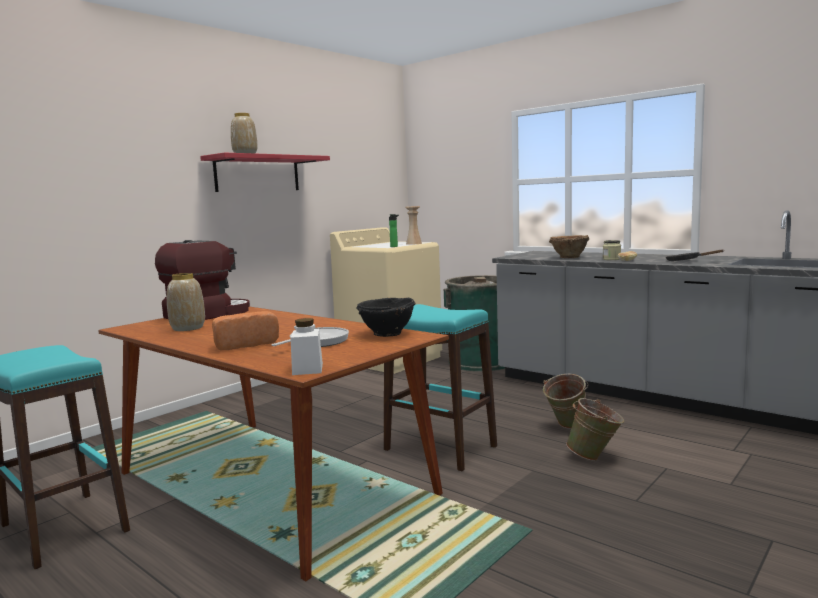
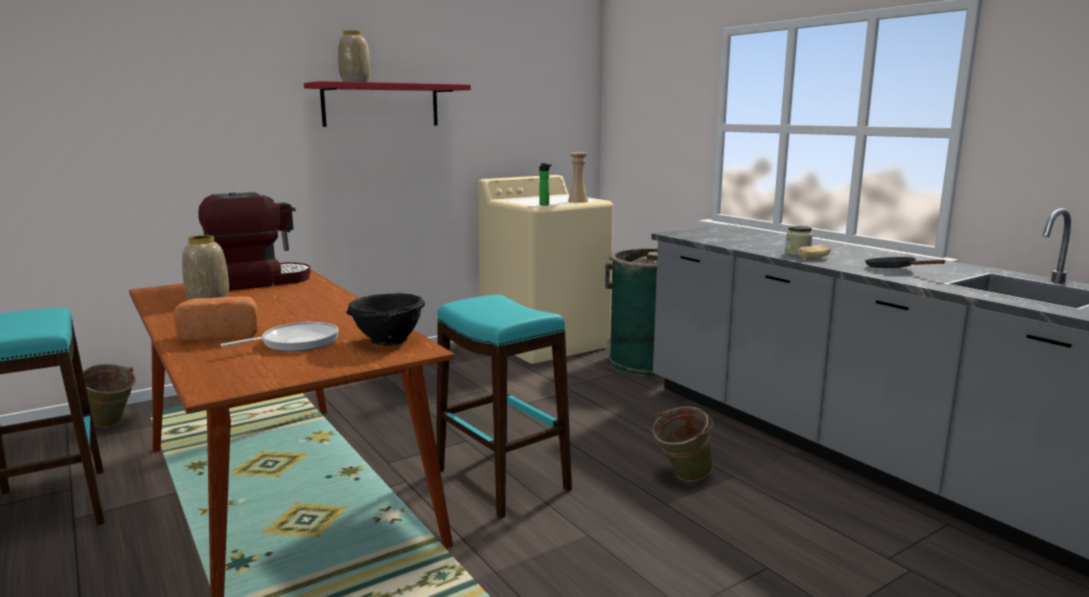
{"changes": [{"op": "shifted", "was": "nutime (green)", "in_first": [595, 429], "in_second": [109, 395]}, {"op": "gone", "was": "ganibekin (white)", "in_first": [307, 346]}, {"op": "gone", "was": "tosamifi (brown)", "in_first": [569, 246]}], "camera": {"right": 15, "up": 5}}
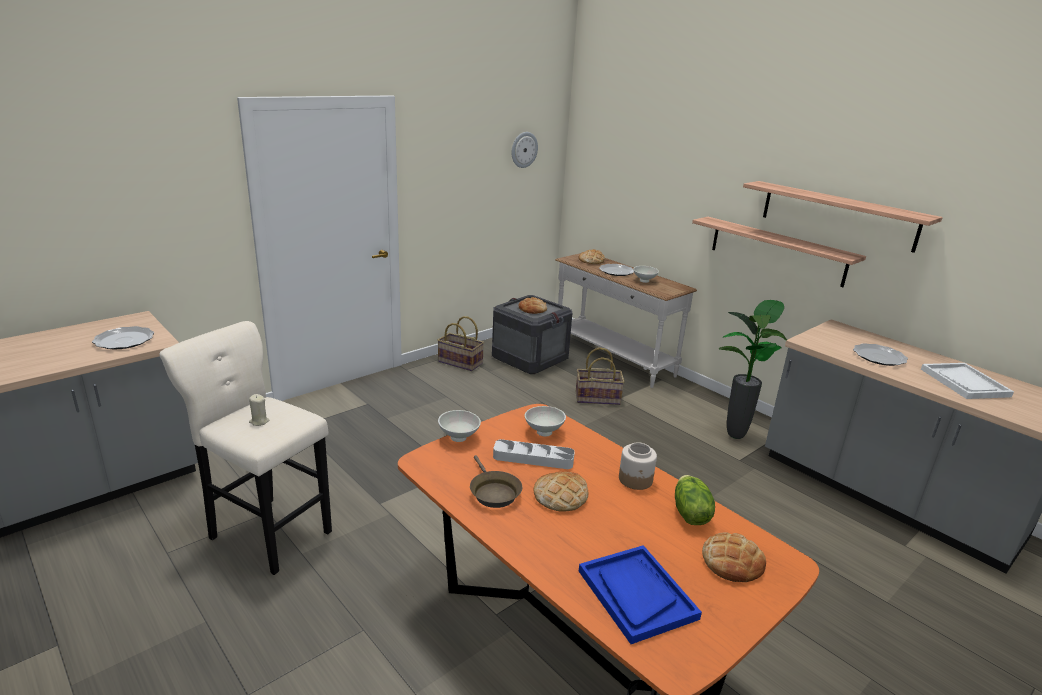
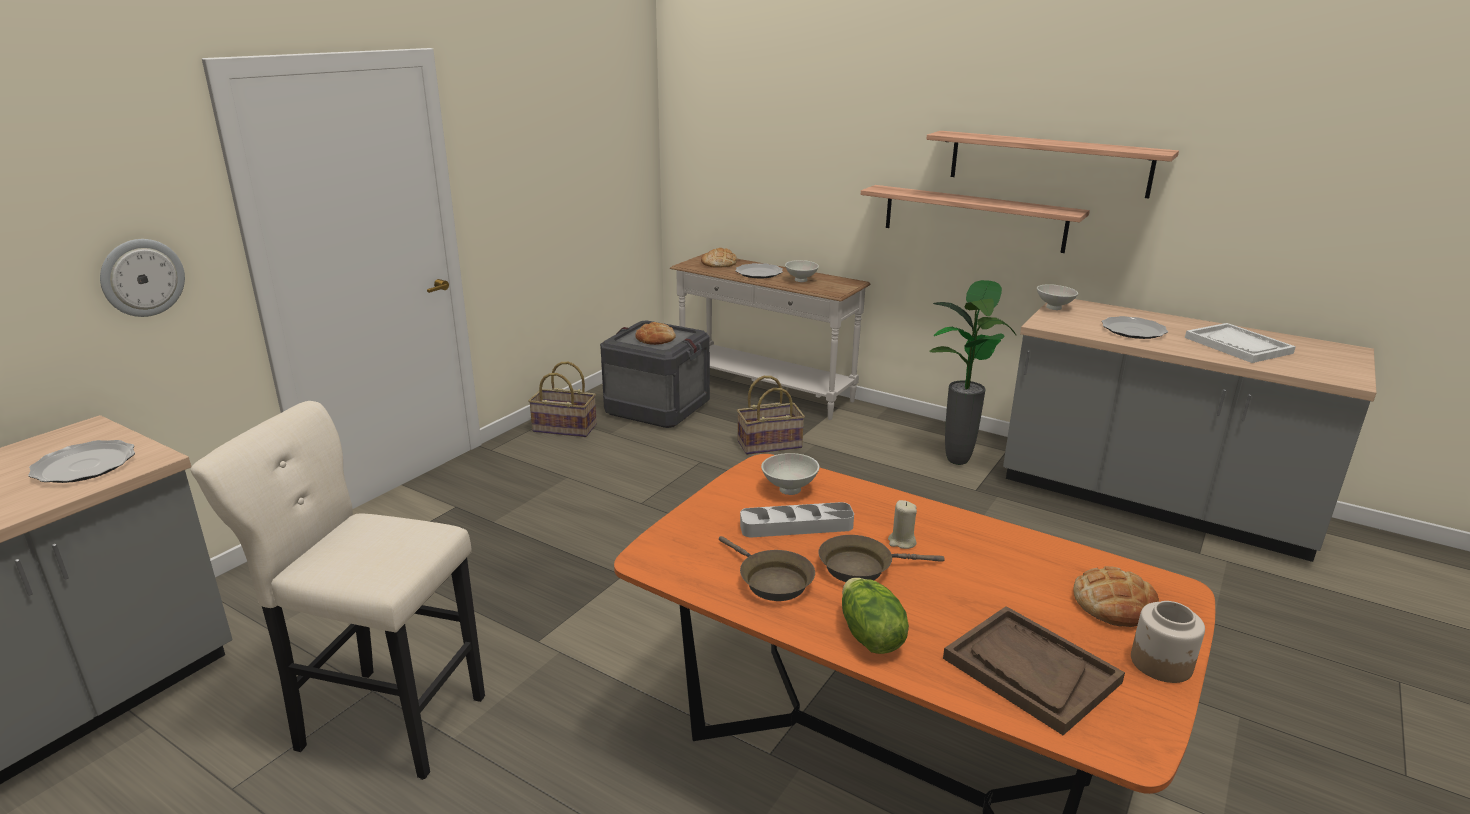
{"changes": [{"op": "shifted", "was": "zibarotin", "in_first": [525, 150], "in_second": [142, 278]}, {"op": "swapped", "was": "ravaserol", "now": "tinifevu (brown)", "in_first": [561, 492], "in_second": [881, 558]}, {"op": "shifted", "was": "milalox", "in_first": [695, 500], "in_second": [875, 616]}, {"op": "shifted", "was": "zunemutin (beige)", "in_first": [259, 410], "in_second": [902, 524]}, {"op": "repainted", "was": "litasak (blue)", "now": "litasak (brown)", "in_first": [640, 594], "in_second": [1034, 670]}, {"op": "shifted", "was": "tosamifi (white)", "in_first": [459, 426], "in_second": [1057, 297]}, {"op": "shifted", "was": "ganibekin", "in_first": [638, 466], "in_second": [1168, 642]}], "camera": {"right": -15, "up": 0}}
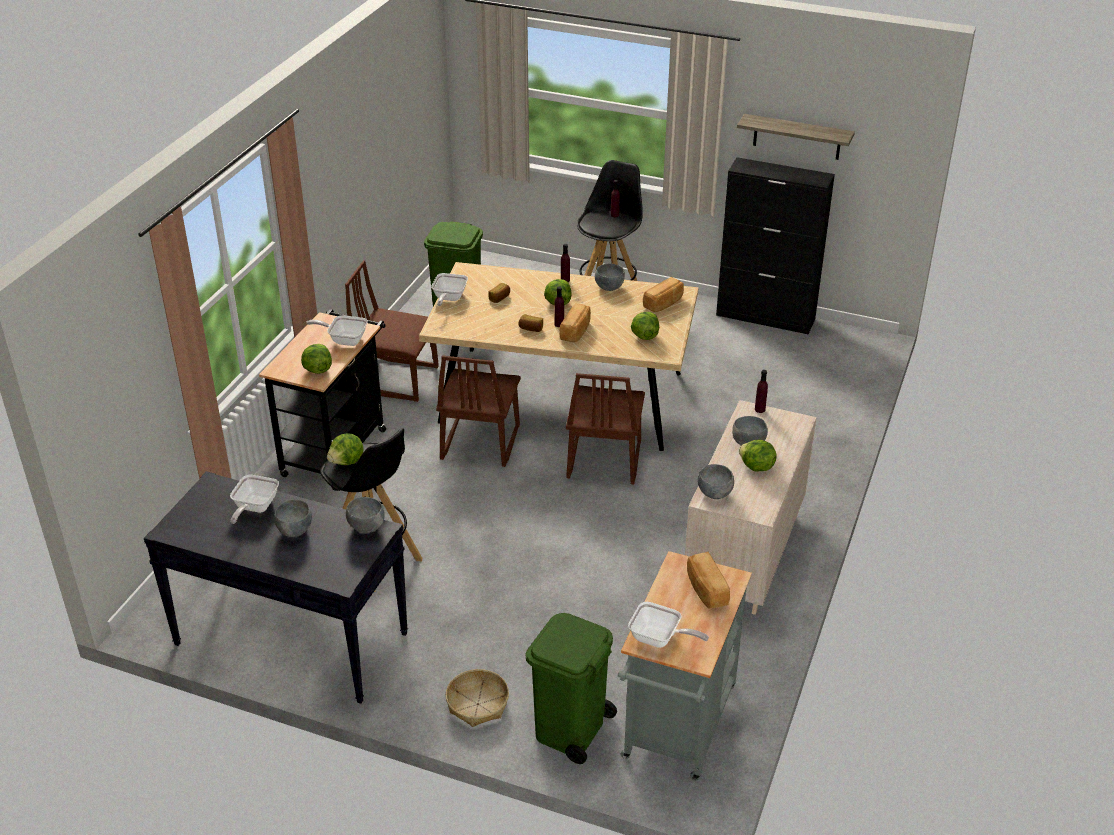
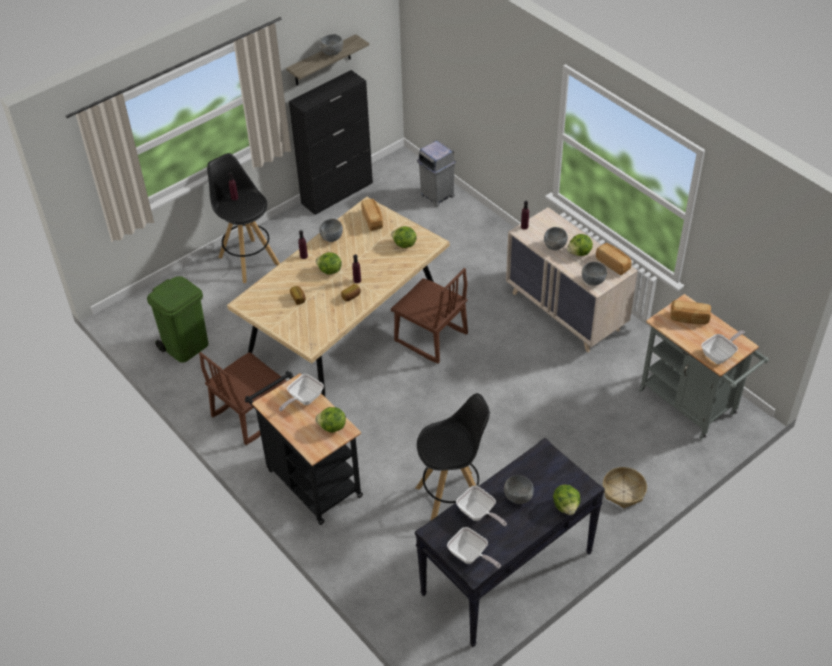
{"changes": [{"op": "shifted", "was": "tosamifi (grey)", "in_first": [365, 515], "in_second": [331, 45]}, {"op": "new", "now": "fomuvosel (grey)", "in_second": [436, 174]}, {"op": "shifted", "was": "tinifevu", "in_first": [449, 289], "in_second": [474, 547]}, {"op": "shifted", "was": "milalox", "in_first": [345, 449], "in_second": [566, 500]}, {"op": "shifted", "was": "ravaserol", "in_first": [575, 322], "in_second": [614, 259]}, {"op": "gone", "was": "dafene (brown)", "in_first": [478, 411]}, {"op": "gone", "was": "fomuvosel (green)", "in_first": [571, 688]}], "camera": {"right": -60, "up": 10}}
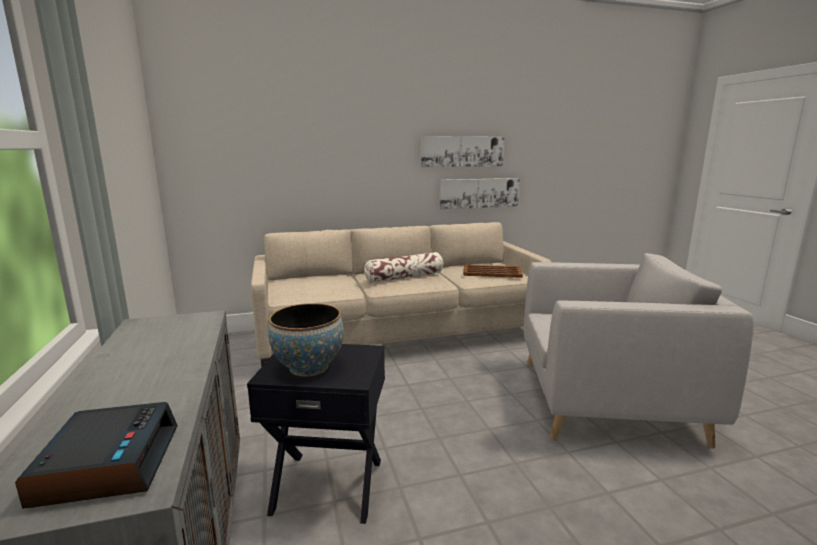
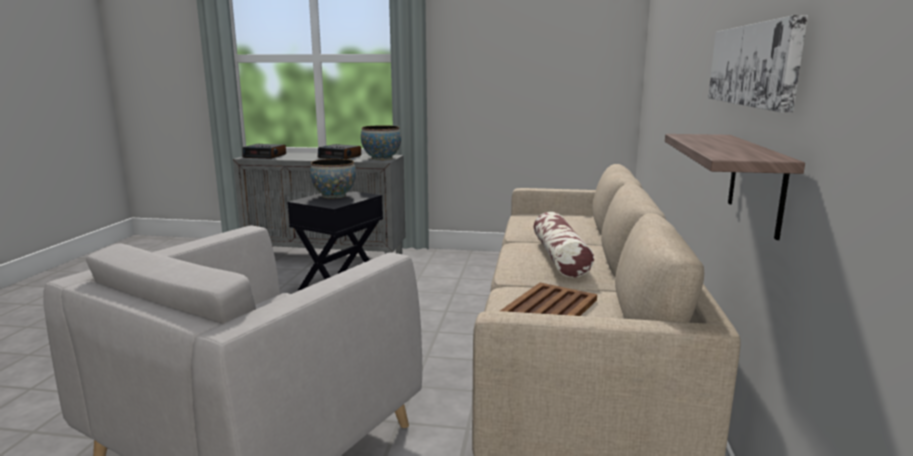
{"changes": [{"op": "new", "now": "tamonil", "in_second": [339, 151]}, {"op": "new", "now": "tosamifi", "in_second": [381, 142]}, {"op": "swapped", "was": "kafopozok", "now": "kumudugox", "in_first": [479, 193], "in_second": [735, 187]}], "camera": {"right": 115, "up": 0}}
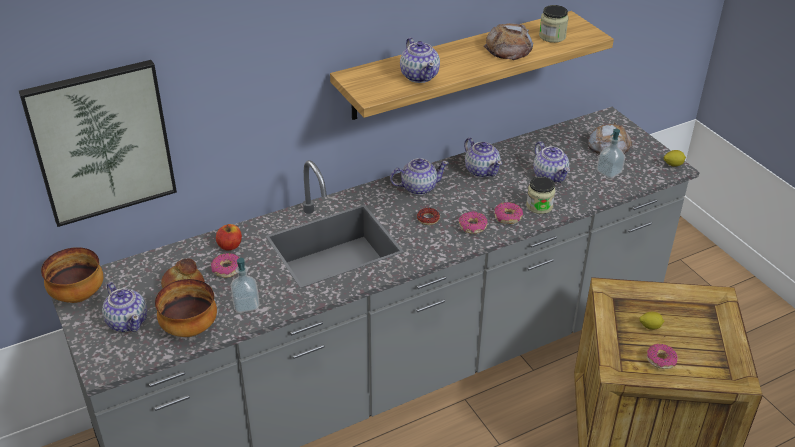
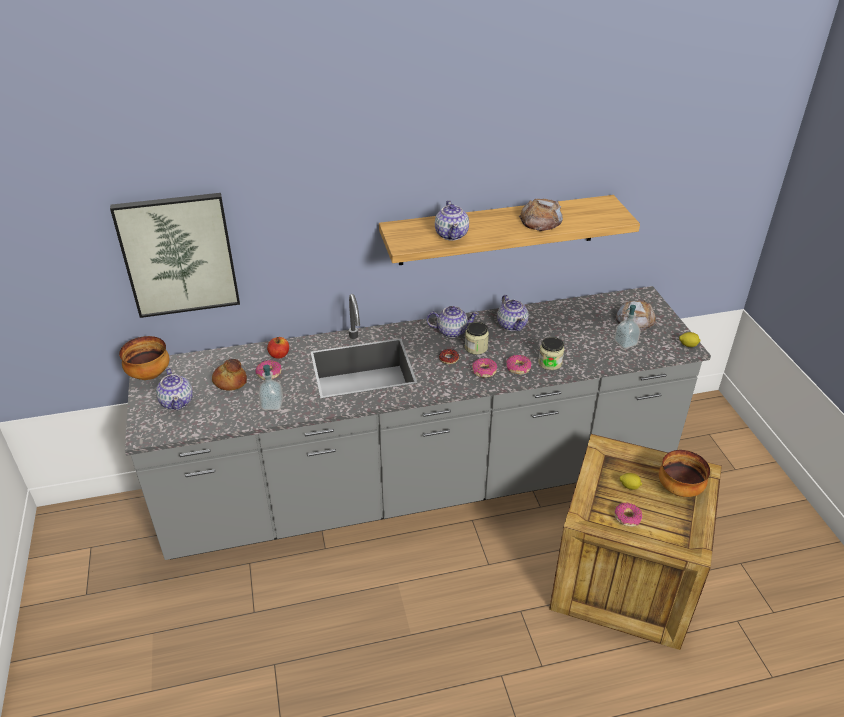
{"changes": [{"op": "shifted", "was": "ganibekin", "in_first": [554, 24], "in_second": [477, 338]}, {"op": "shifted", "was": "tosamifi", "in_first": [186, 308], "in_second": [684, 473]}, {"op": "gone", "was": "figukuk", "in_first": [551, 162]}], "camera": {"right": 15, "up": 0}}
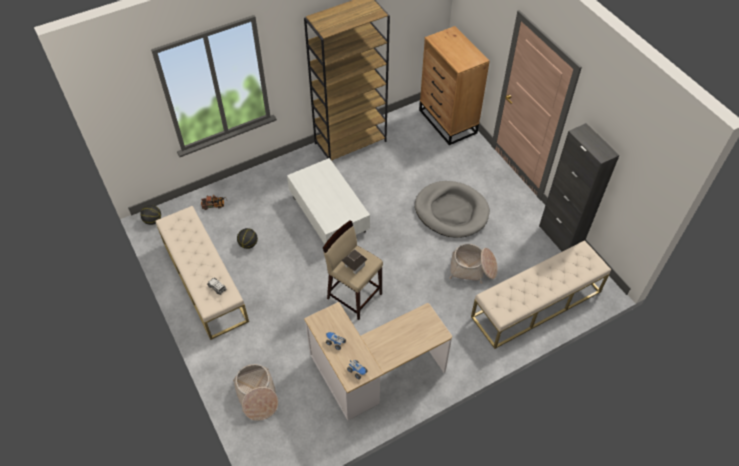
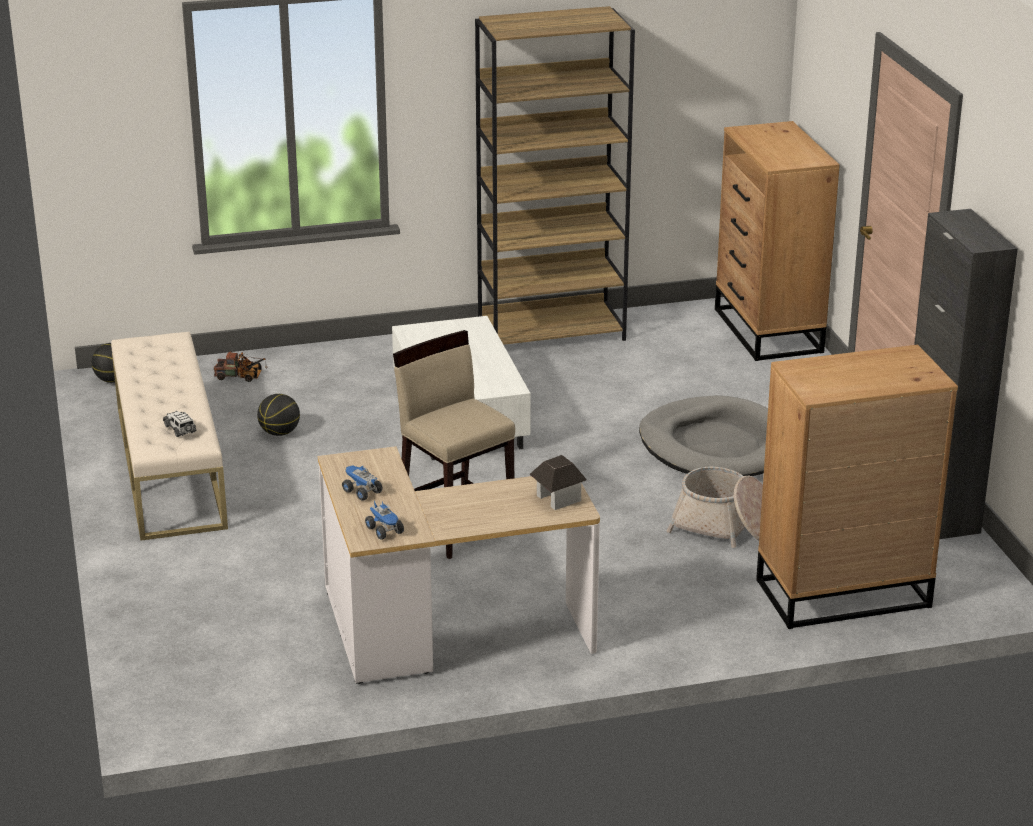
{"changes": [{"op": "shifted", "was": "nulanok", "in_first": [354, 261], "in_second": [558, 482]}, {"op": "swapped", "was": "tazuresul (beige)", "now": "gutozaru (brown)", "in_first": [541, 294], "in_second": [857, 487]}, {"op": "gone", "was": "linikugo", "in_first": [255, 392]}], "camera": {"right": 15, "up": -25}}
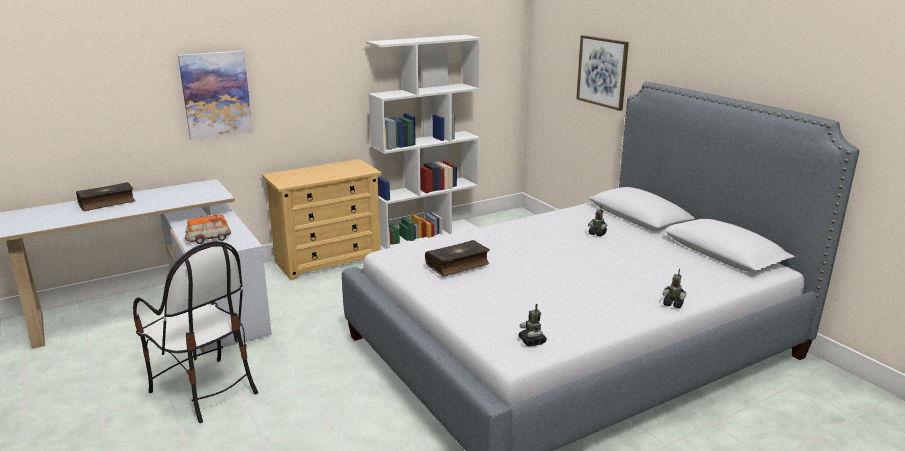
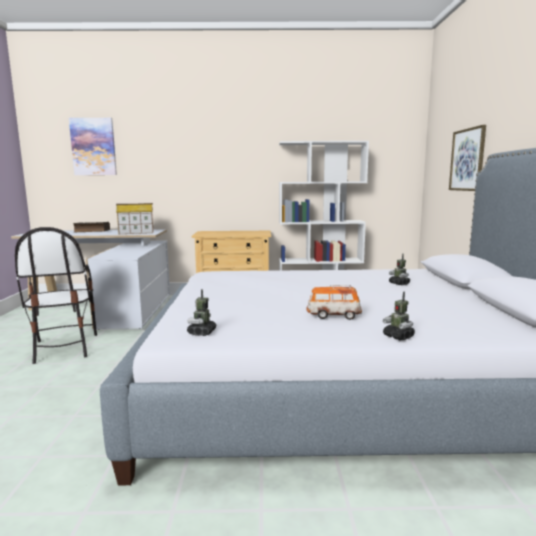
{"changes": [{"op": "shifted", "was": "kafopozok", "in_first": [215, 95], "in_second": [93, 146]}, {"op": "new", "now": "nulanok", "in_second": [134, 218]}, {"op": "shifted", "was": "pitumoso", "in_first": [208, 228], "in_second": [334, 302]}, {"op": "gone", "was": "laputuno", "in_first": [457, 258]}], "camera": {"right": 30, "up": -10}}
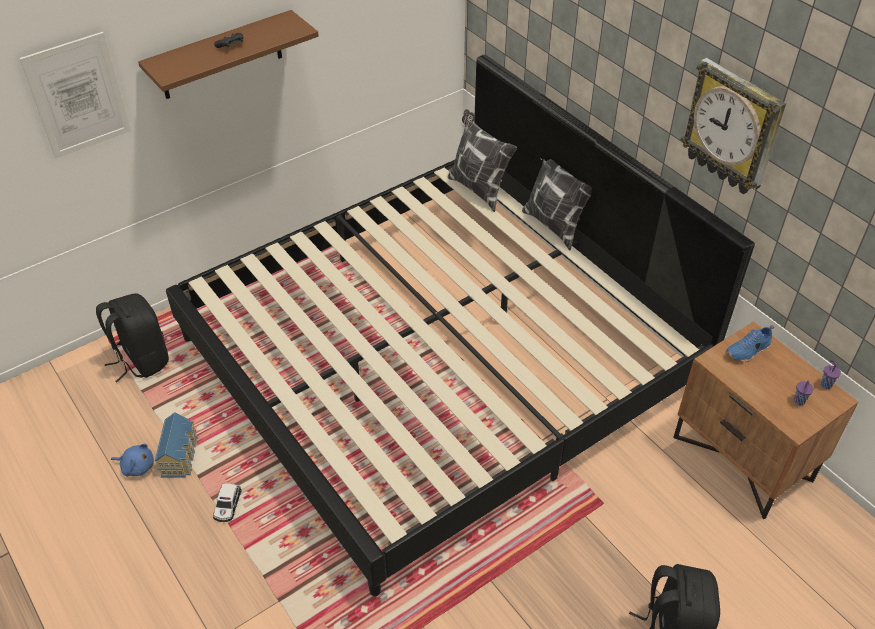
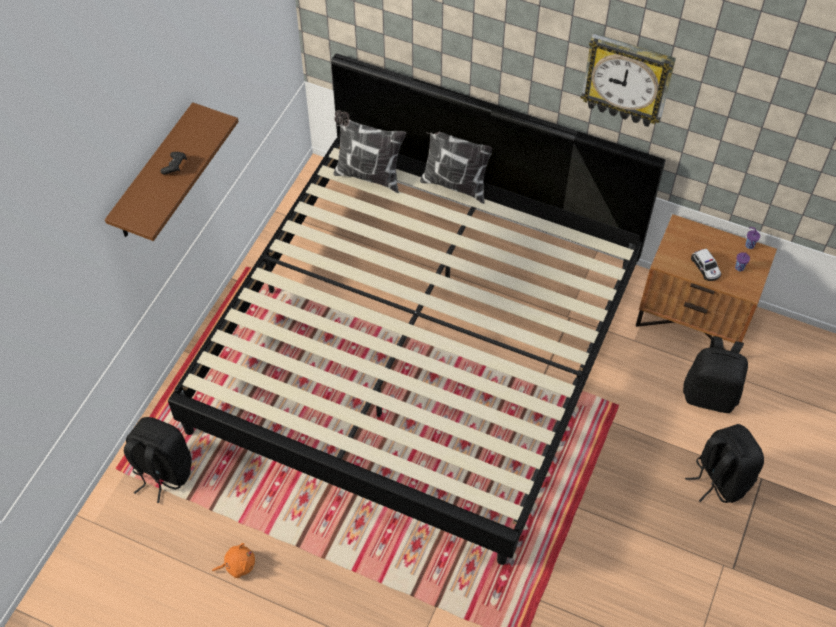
{"changes": [{"op": "repainted", "was": "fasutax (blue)", "now": "fasutax (orange)", "in_first": [132, 460], "in_second": [233, 560]}, {"op": "new", "now": "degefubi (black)", "in_second": [715, 374]}, {"op": "shifted", "was": "pitumoso", "in_first": [227, 502], "in_second": [706, 265]}, {"op": "gone", "was": "kafopozok", "in_first": [75, 95]}, {"op": "gone", "was": "nulanok", "in_first": [176, 445]}, {"op": "gone", "was": "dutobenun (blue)", "in_first": [750, 343]}], "camera": {"right": -30, "up": 10}}
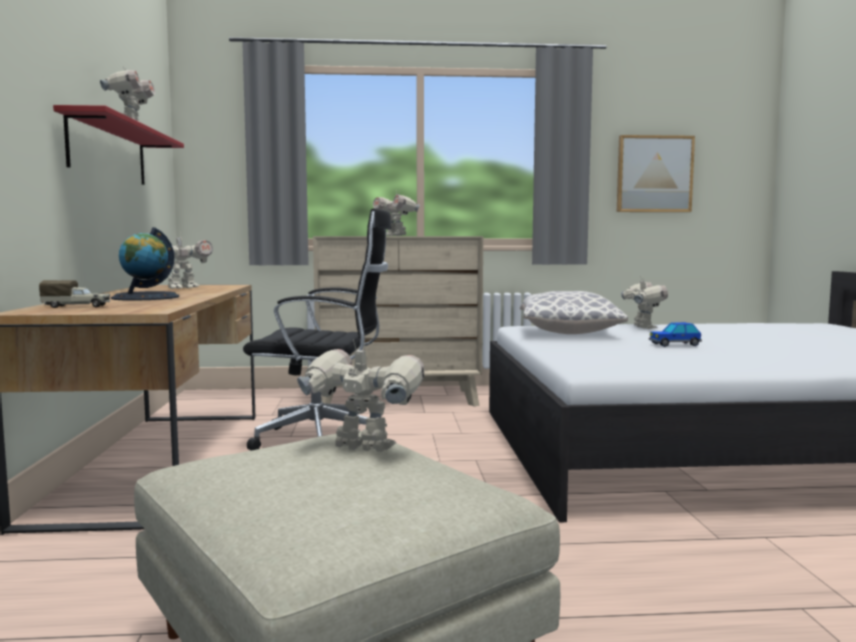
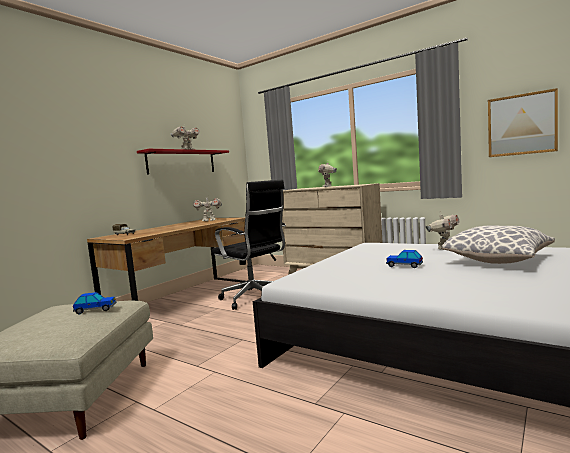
{"changes": [{"op": "swapped", "was": "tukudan", "now": "pitumoso", "in_first": [360, 396], "in_second": [94, 303]}, {"op": "shifted", "was": "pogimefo", "in_first": [574, 312], "in_second": [498, 244]}, {"op": "gone", "was": "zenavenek", "in_first": [145, 264]}], "camera": {"right": 40, "up": 0}}
